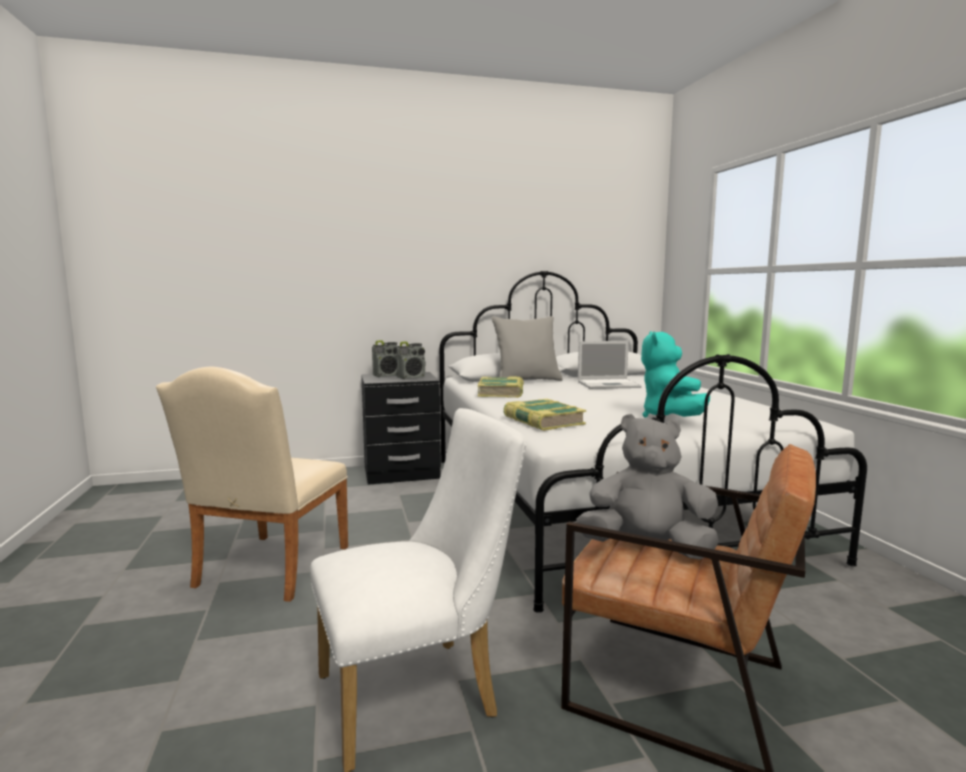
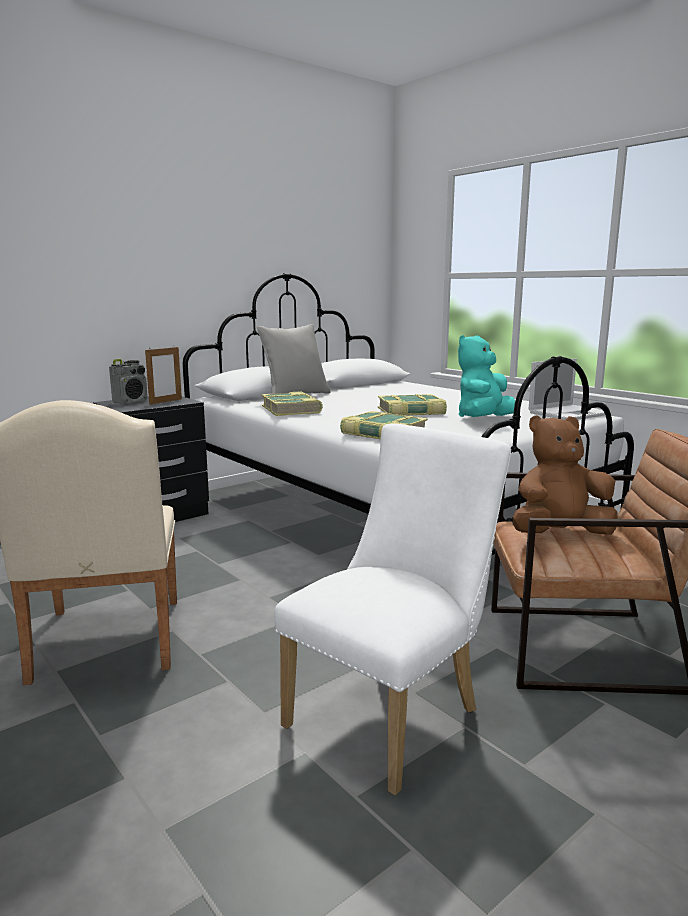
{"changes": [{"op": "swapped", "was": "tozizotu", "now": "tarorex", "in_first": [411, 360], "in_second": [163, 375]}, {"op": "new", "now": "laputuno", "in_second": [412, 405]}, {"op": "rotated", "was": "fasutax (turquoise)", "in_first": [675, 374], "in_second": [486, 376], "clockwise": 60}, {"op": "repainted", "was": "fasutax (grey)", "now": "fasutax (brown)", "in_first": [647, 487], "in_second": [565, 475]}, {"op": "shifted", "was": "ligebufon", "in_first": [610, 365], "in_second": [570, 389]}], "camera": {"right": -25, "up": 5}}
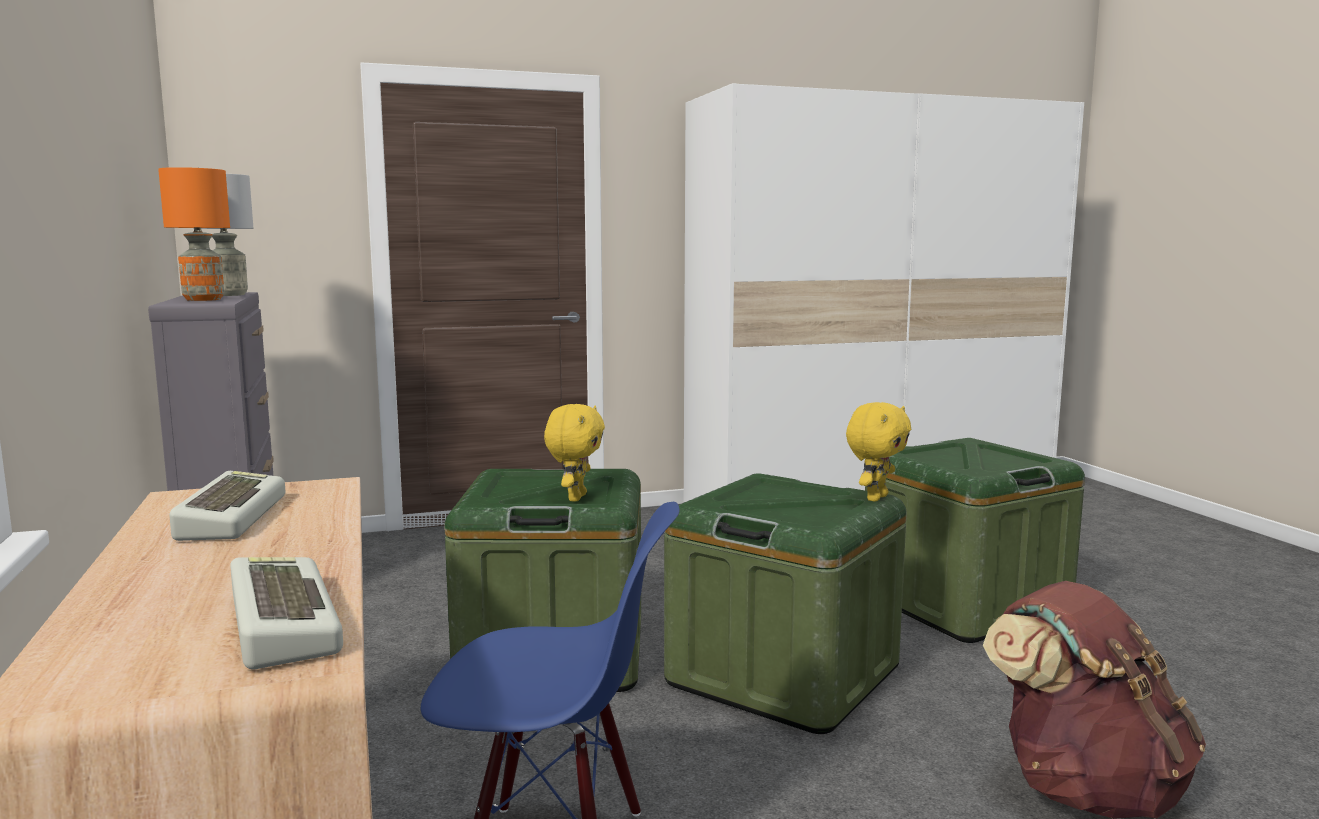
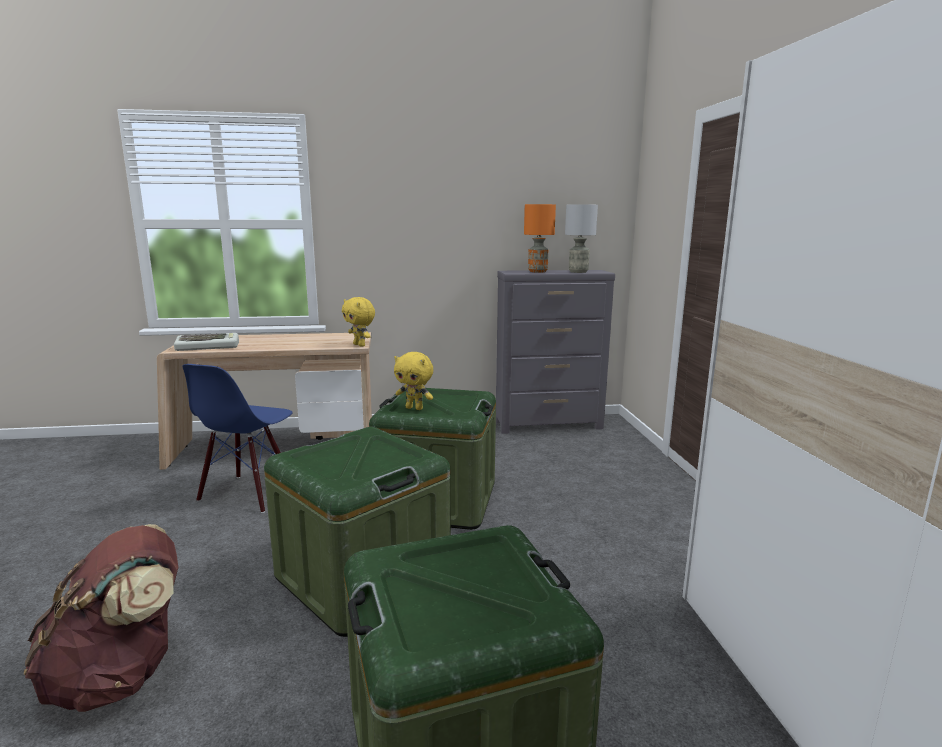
{"changes": [{"op": "shifted", "was": "fasutax (yellow)", "in_first": [878, 452], "in_second": [358, 322]}, {"op": "gone", "was": "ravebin", "in_first": [227, 506]}], "camera": {"right": 100, "up": 5}}
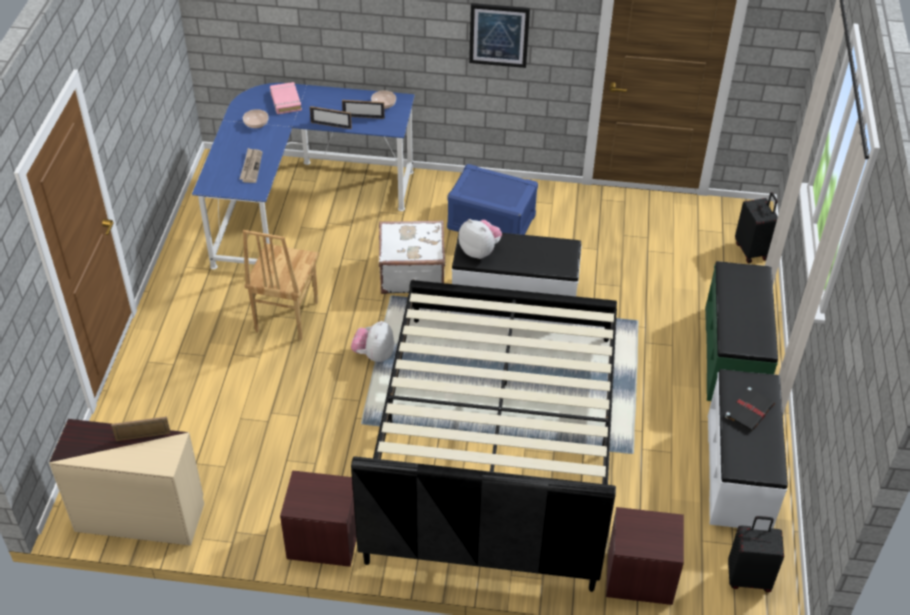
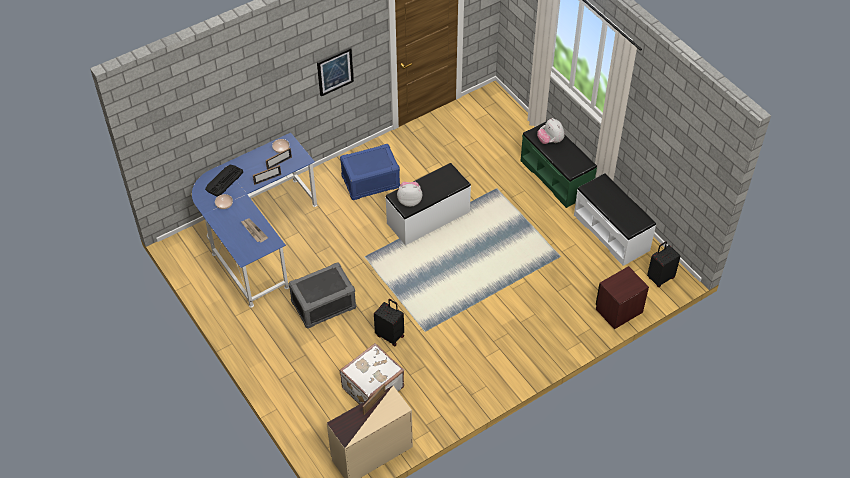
{"changes": [{"op": "swapped", "was": "laputuno (pink)", "now": "ravebin", "in_first": [286, 98], "in_second": [224, 181]}, {"op": "swapped", "was": "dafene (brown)", "now": "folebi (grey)", "in_first": [281, 285], "in_second": [322, 295]}, {"op": "shifted", "was": "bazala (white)", "in_first": [412, 257], "in_second": [372, 373]}, {"op": "shifted", "was": "bazala (black)", "in_first": [756, 227], "in_second": [389, 322]}, {"op": "shifted", "was": "fasutax", "in_first": [372, 341], "in_second": [550, 131]}, {"op": "gone", "was": "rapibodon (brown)", "in_first": [318, 518]}, {"op": "gone", "was": "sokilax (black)", "in_first": [484, 436]}, {"op": "gone", "was": "laputuno (black)", "in_first": [750, 409]}], "camera": {"right": -40, "up": 5}}
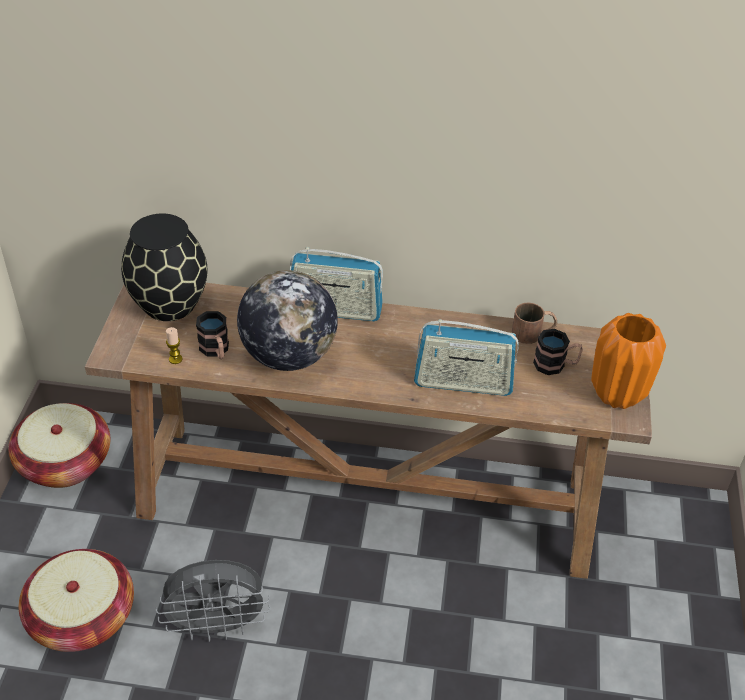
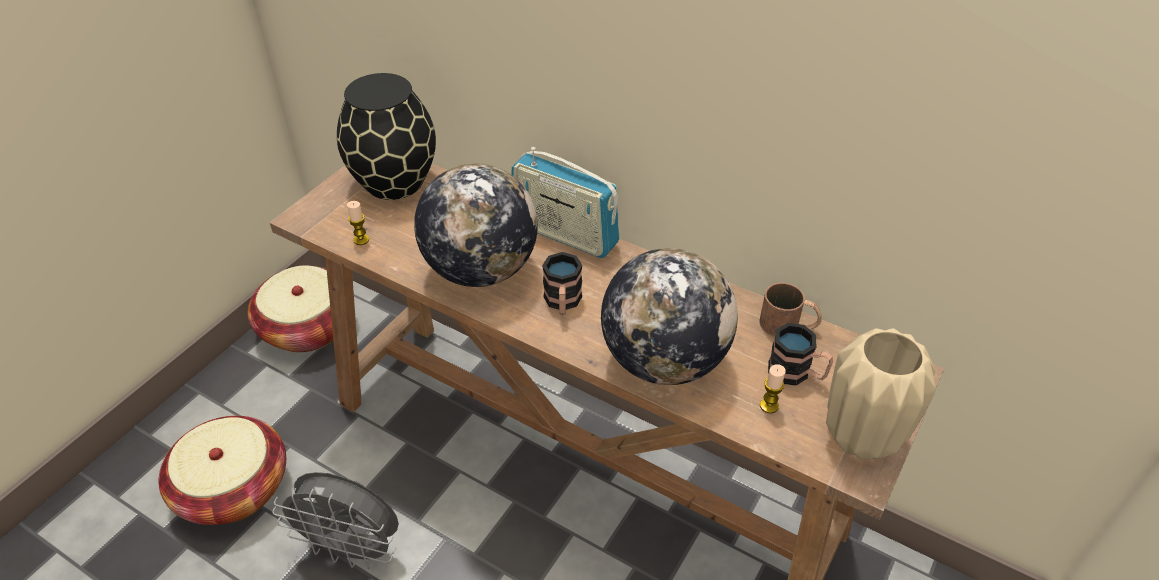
{"changes": [{"op": "shifted", "was": "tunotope", "in_first": [212, 335], "in_second": [562, 283]}, {"op": "swapped", "was": "tozizotu", "now": "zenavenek", "in_first": [466, 357], "in_second": [669, 316]}, {"op": "new", "now": "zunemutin", "in_second": [773, 388]}, {"op": "repainted", "was": "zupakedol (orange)", "now": "zupakedol (beige)", "in_first": [628, 361], "in_second": [881, 394]}], "camera": {"right": 25, "up": 0}}
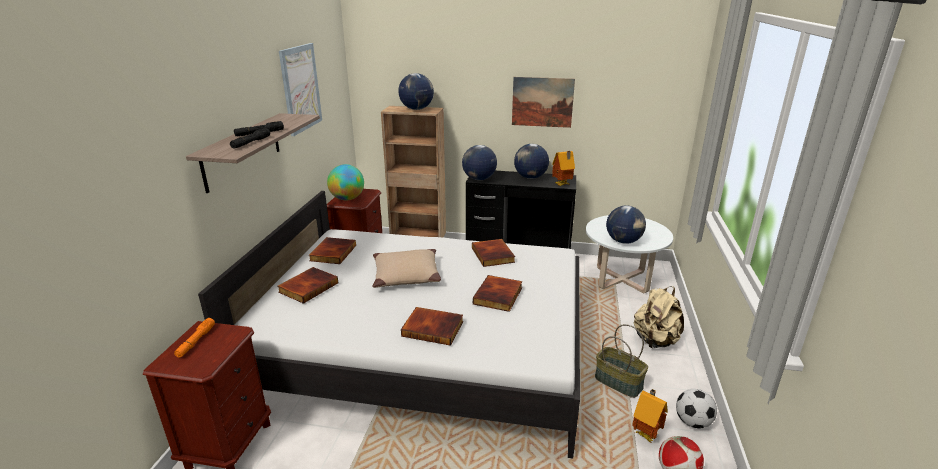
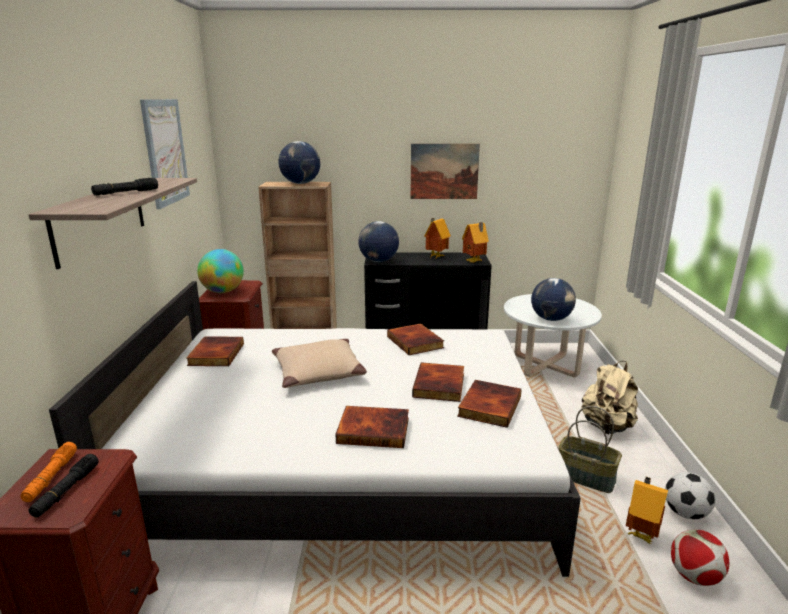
{"changes": [{"op": "shifted", "was": "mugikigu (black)", "in_first": [250, 138], "in_second": [64, 485]}, {"op": "swapped", "was": "zenavenek", "now": "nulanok", "in_first": [531, 161], "in_second": [437, 239]}, {"op": "shifted", "was": "laputuno", "in_first": [308, 285], "in_second": [489, 404]}], "camera": {"right": -10, "up": -5}}
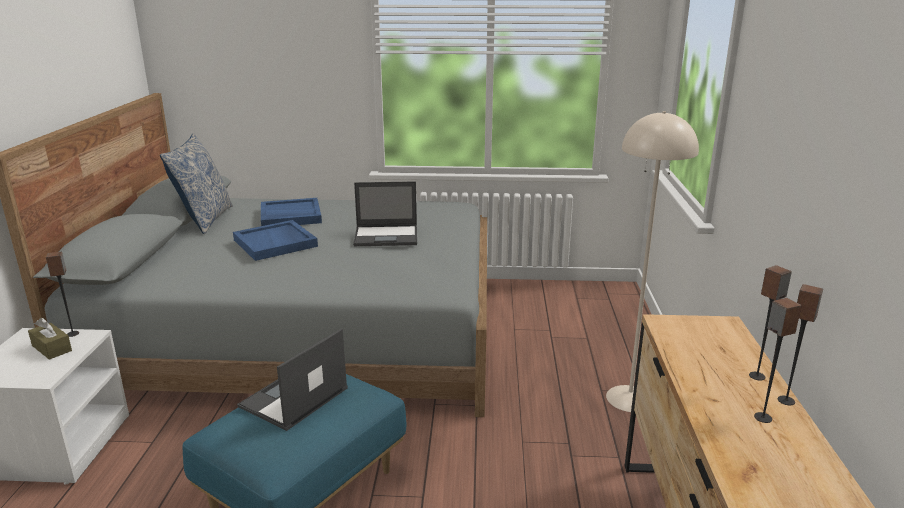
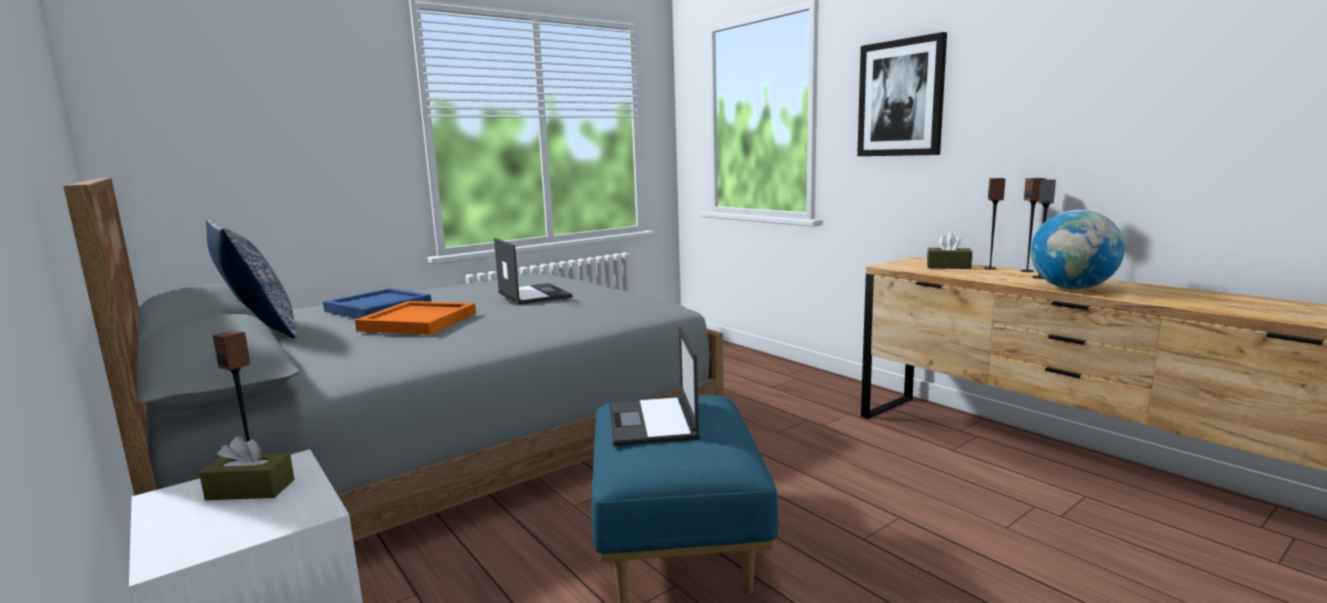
{"changes": [{"op": "repainted", "was": "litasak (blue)", "now": "litasak (orange)", "in_first": [275, 240], "in_second": [415, 318]}, {"op": "rotated", "was": "ligebufon", "in_first": [385, 213], "in_second": [533, 271], "clockwise": -75}, {"op": "new", "now": "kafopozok", "in_second": [902, 94]}, {"op": "new", "now": "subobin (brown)", "in_second": [949, 250]}, {"op": "new", "now": "zenavenek", "in_second": [1078, 250]}, {"op": "gone", "was": "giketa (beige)", "in_first": [652, 261]}], "camera": {"right": -40, "up": -10}}
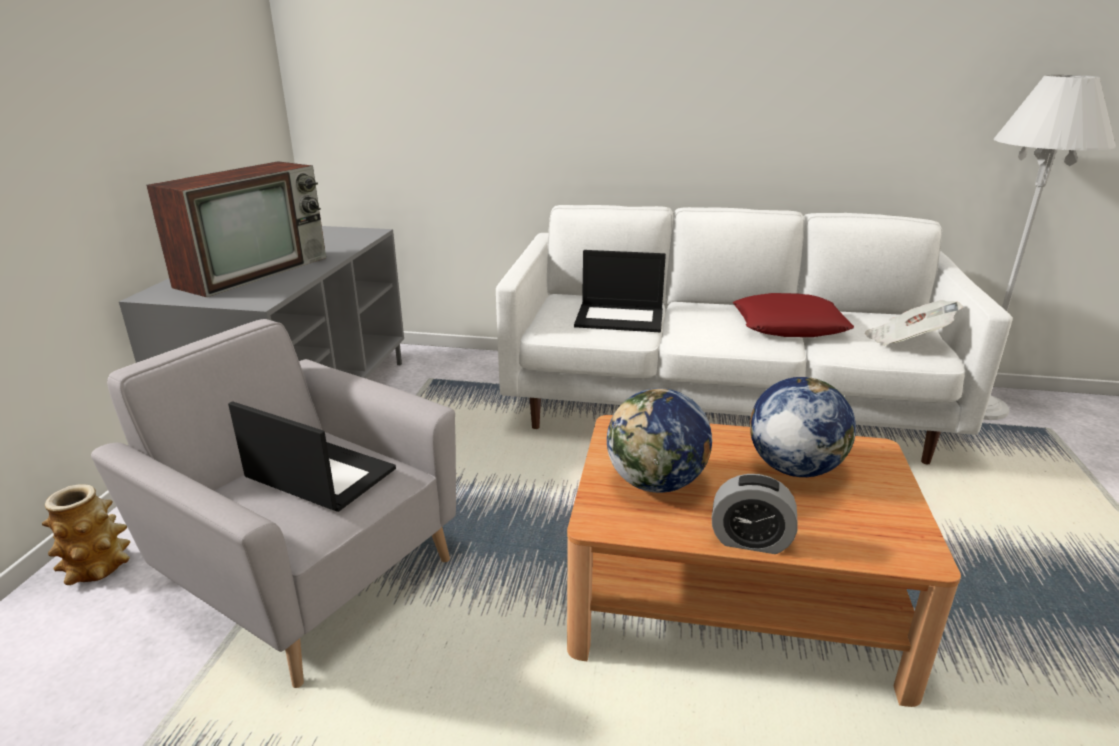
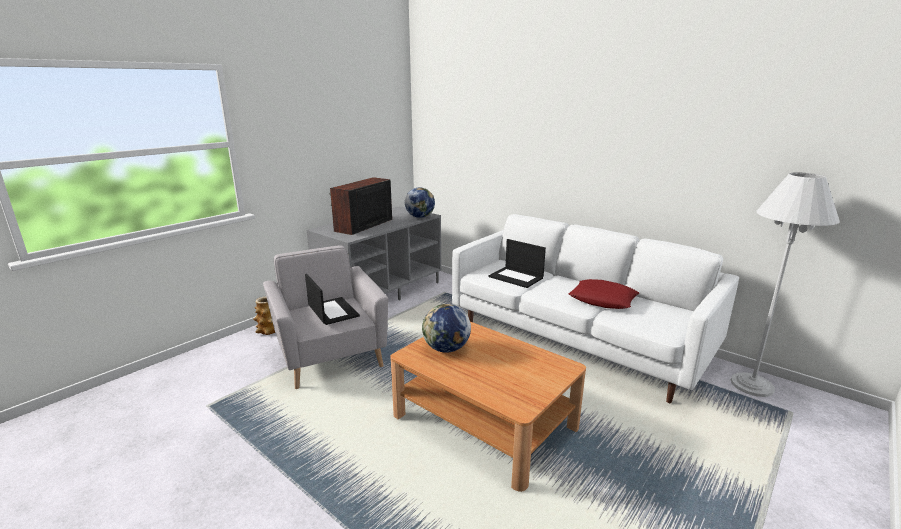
{"changes": [{"op": "rotated", "was": "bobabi", "in_first": [236, 229], "in_second": [360, 206], "clockwise": 150}, {"op": "shifted", "was": "zenavenek", "in_first": [803, 427], "in_second": [420, 203]}, {"op": "gone", "was": "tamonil", "in_first": [754, 514]}, {"op": "gone", "was": "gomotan", "in_first": [913, 323]}], "camera": {"right": 30, "up": -5}}
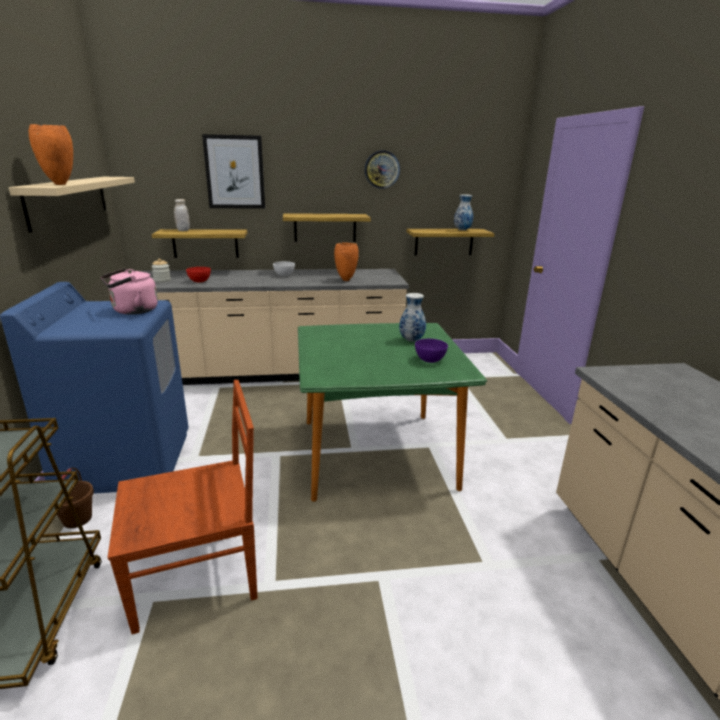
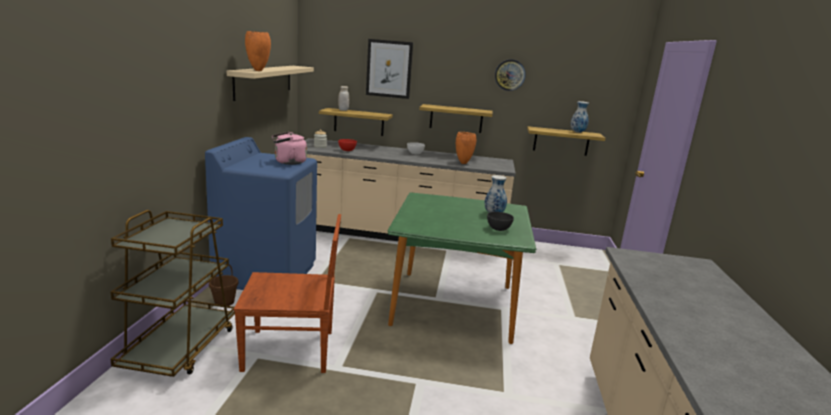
{"changes": [{"op": "repainted", "was": "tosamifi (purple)", "now": "tosamifi (grey)", "in_first": [431, 351], "in_second": [500, 221]}], "camera": {"right": 15, "up": -5}}
